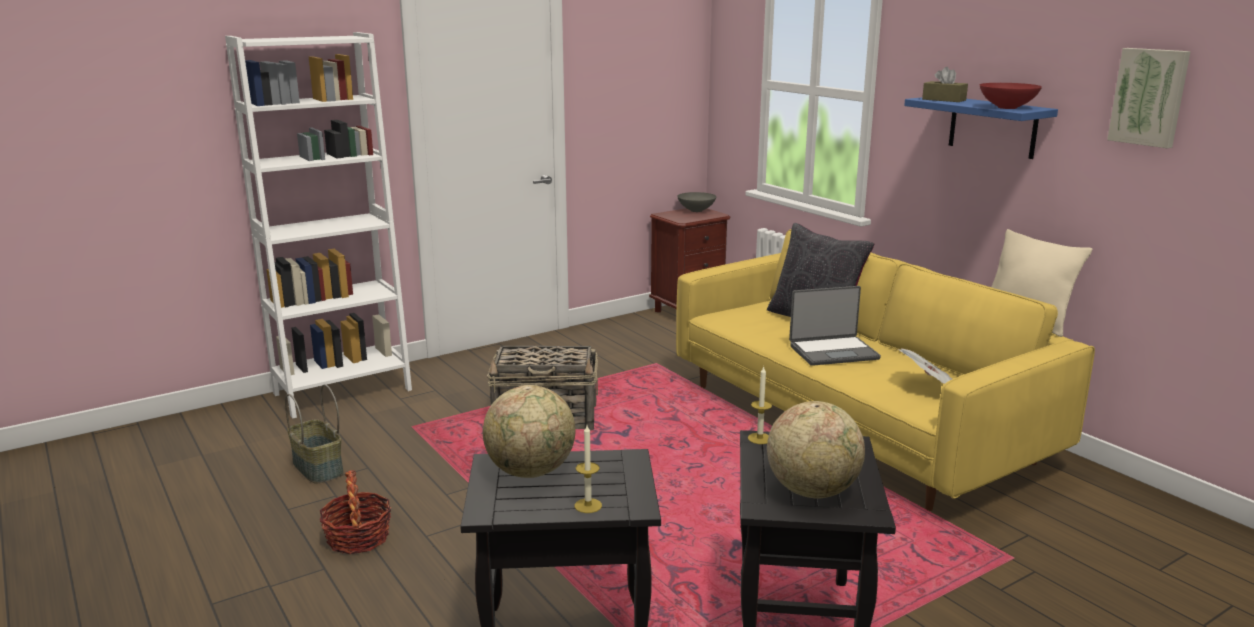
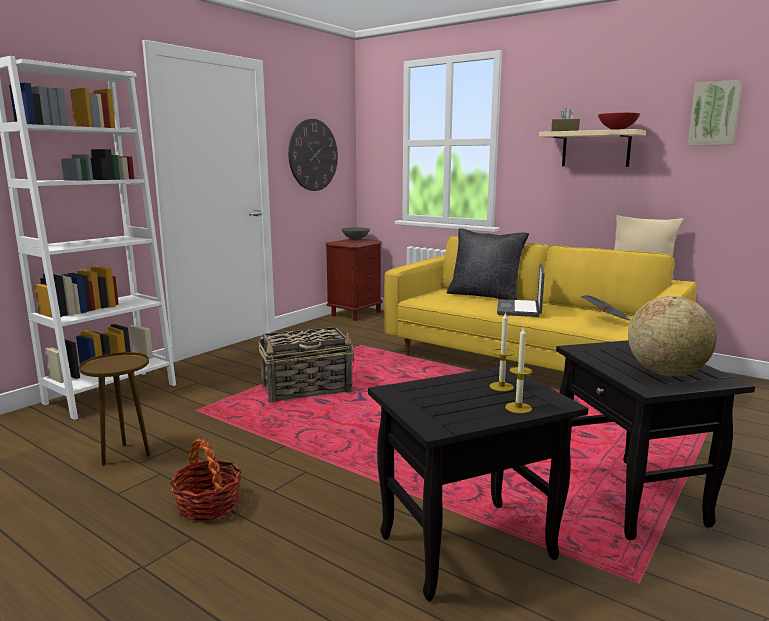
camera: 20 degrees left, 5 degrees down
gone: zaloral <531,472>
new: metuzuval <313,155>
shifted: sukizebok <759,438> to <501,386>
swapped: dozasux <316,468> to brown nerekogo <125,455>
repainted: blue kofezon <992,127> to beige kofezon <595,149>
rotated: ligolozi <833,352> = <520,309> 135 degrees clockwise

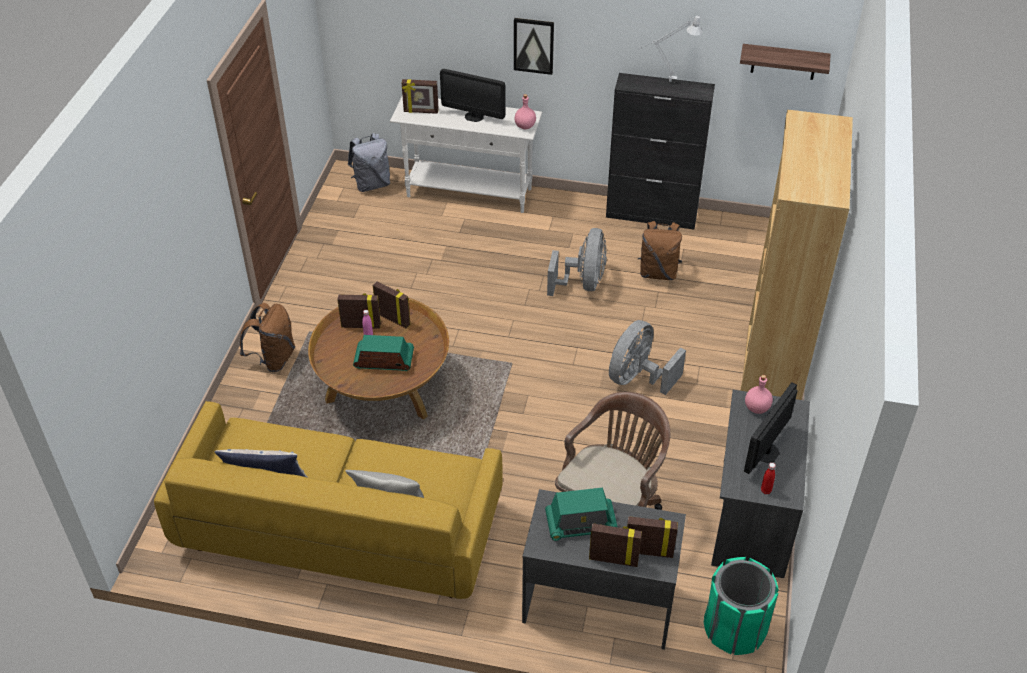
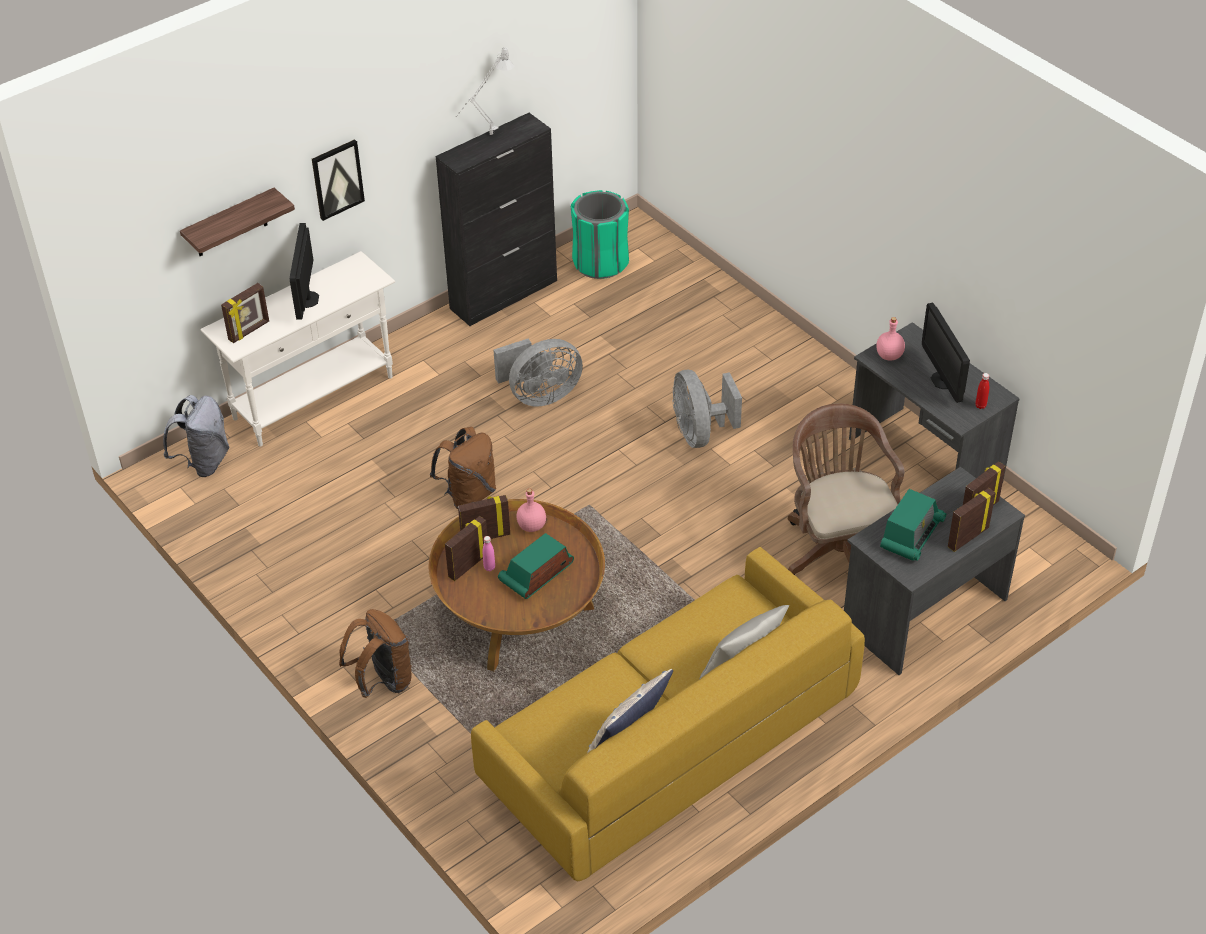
camera: 50 degrees left, 0 degrees up
gone: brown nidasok <769,377>
shifted: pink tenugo <525,126> to <531,526>; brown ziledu <658,272> to <468,494>; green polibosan <735,628> to <600,262>; kofezon <784,62> to <230,224>
rotated: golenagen <474,116> = <308,299> 120 degrees clockwise; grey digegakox <582,283> = <540,395> 105 degrees clockwise

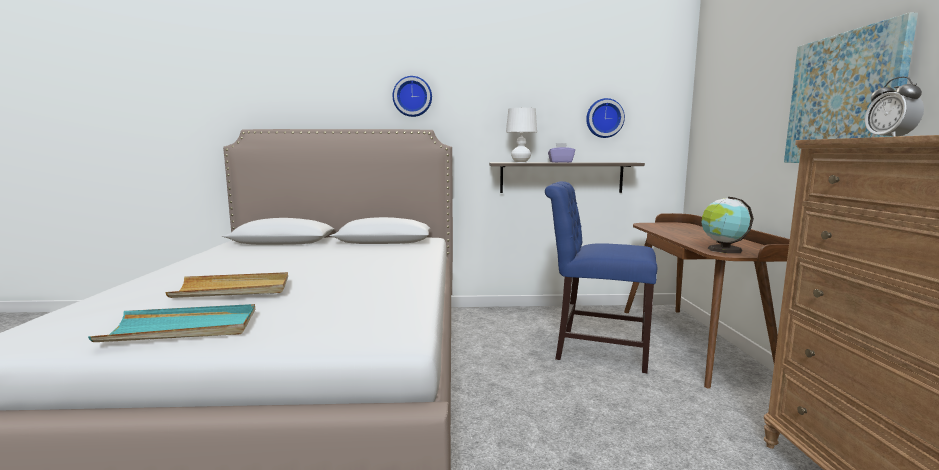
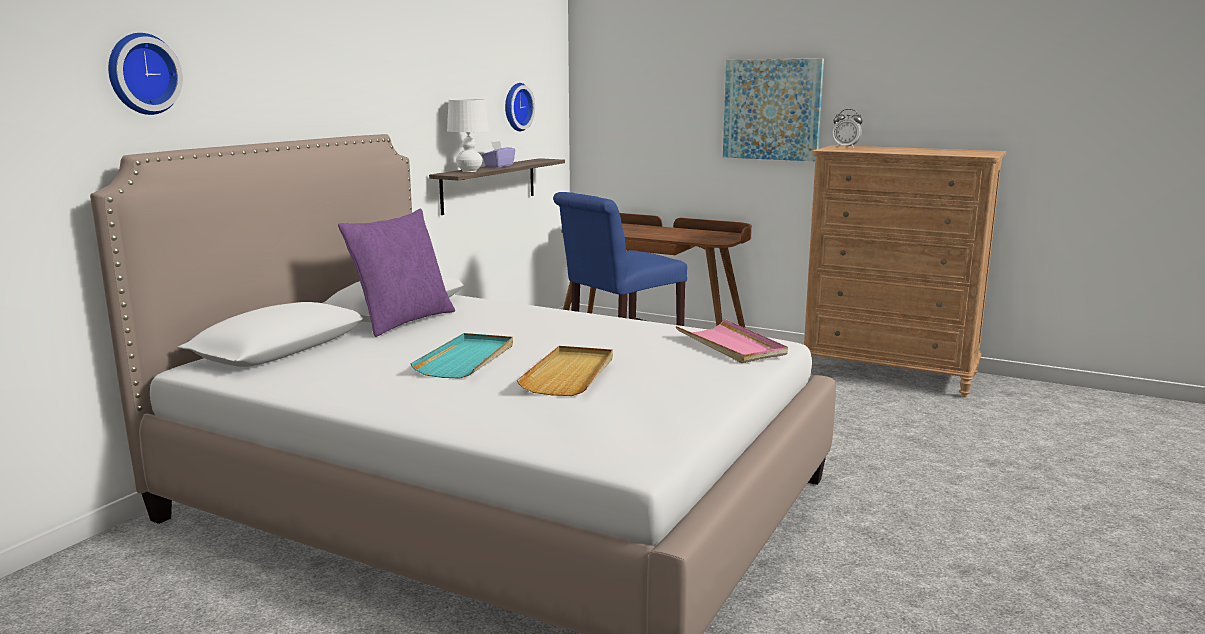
camera: 60 degrees left, 5 degrees up
gone: zaloral <722,250>
new: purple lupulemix <402,321>; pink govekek <731,345>
shifted: turquoise govekek <182,328> to <467,359>; metuzuval <412,96> to <141,74>

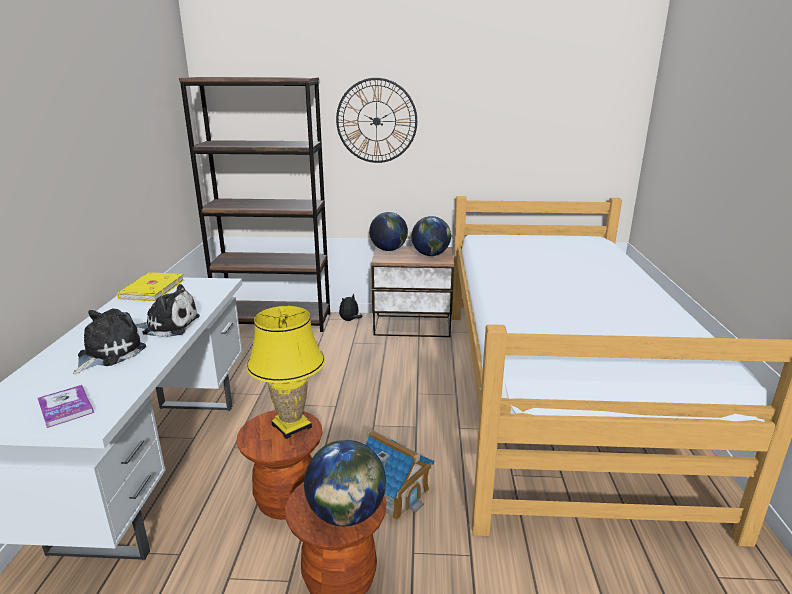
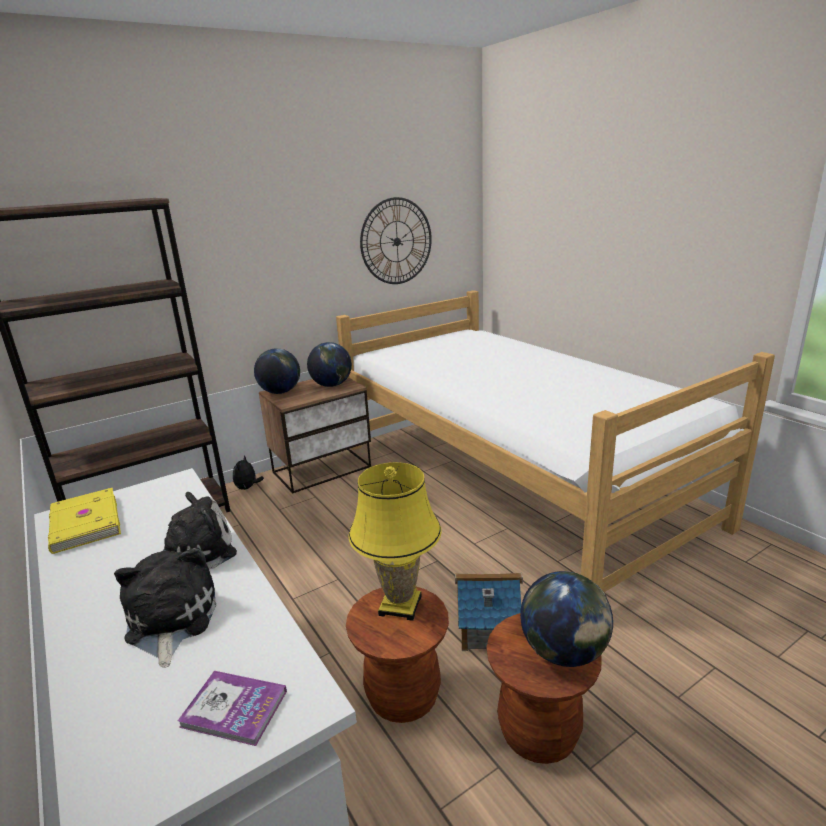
camera: 35 degrees left, 0 degrees up
shifted: metuzuval <376,121> to <396,241>

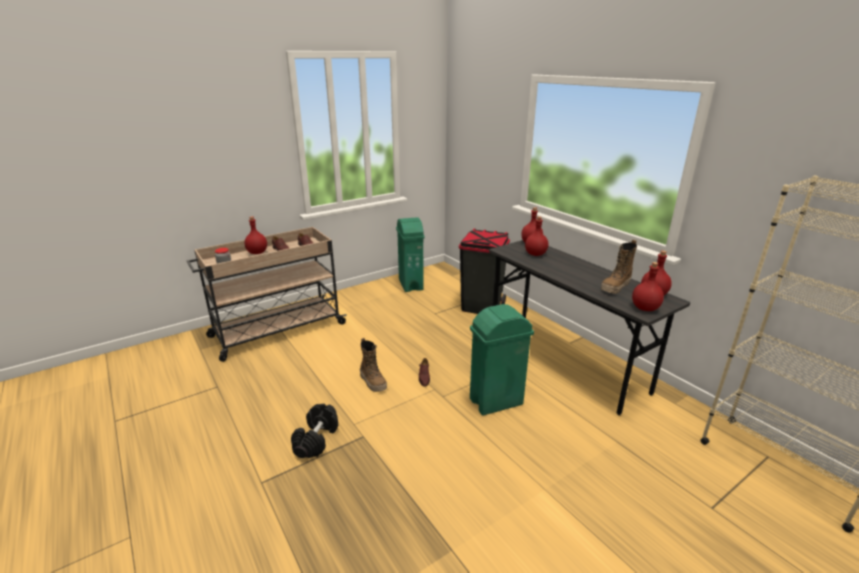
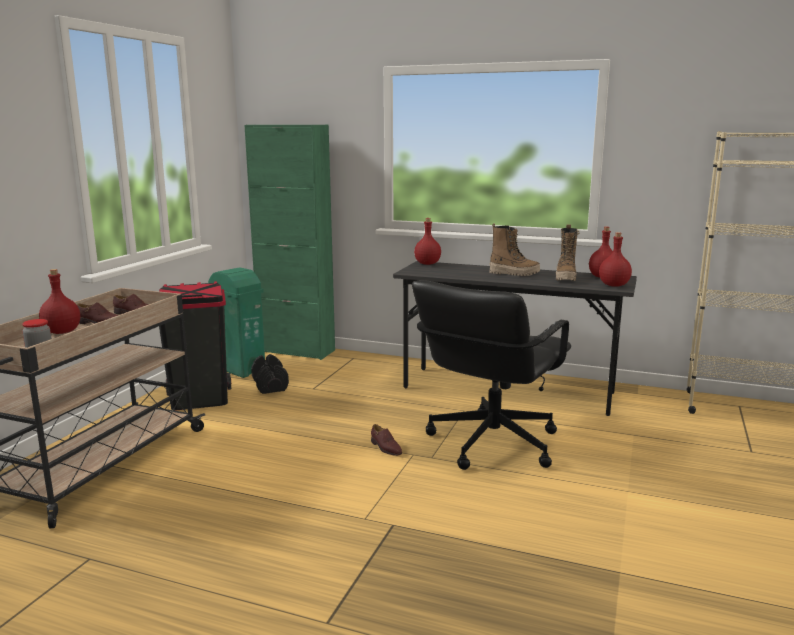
camera: 35 degrees left, 10 degrees down
gone: red tenugo <535,254>
new: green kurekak <296,351>
shifted: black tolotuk <316,440> to <270,385>; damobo <373,382> to <514,273>; black polibosan <481,306> to <199,399>
swapped: green polibosan <495,401> to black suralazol <491,443>

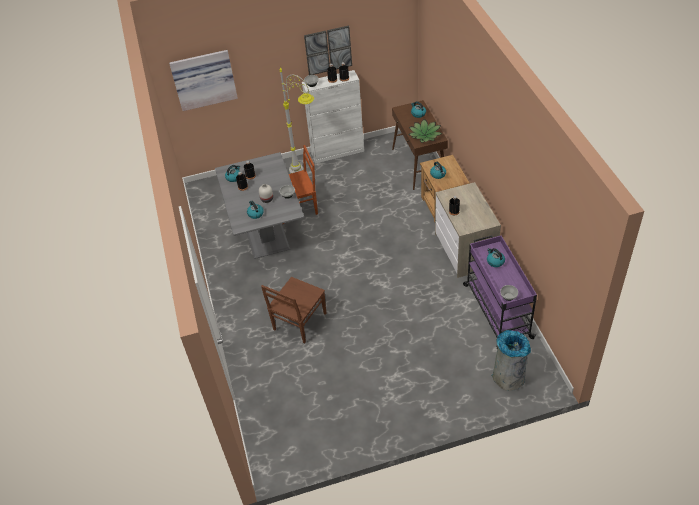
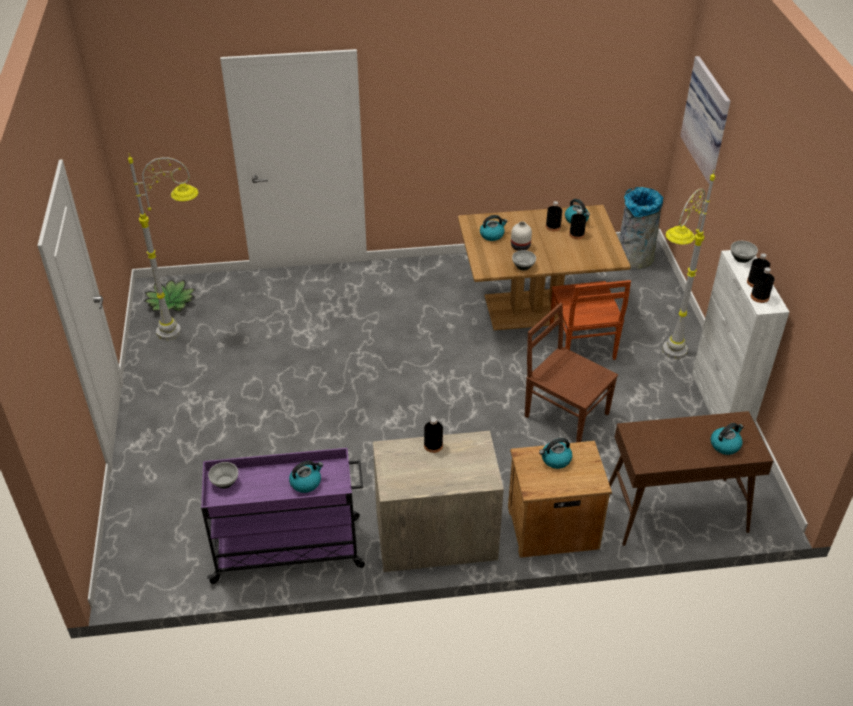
camera: 95 degrees right, 5 degrees down
gone: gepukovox <328,50>
new: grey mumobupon <190,329>
shifted: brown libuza <299,322> to <565,414>; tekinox <425,135> to <171,302>; grey polibosan <508,378> to <634,258>
repainted: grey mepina <266,232> to brown mepina <535,309>

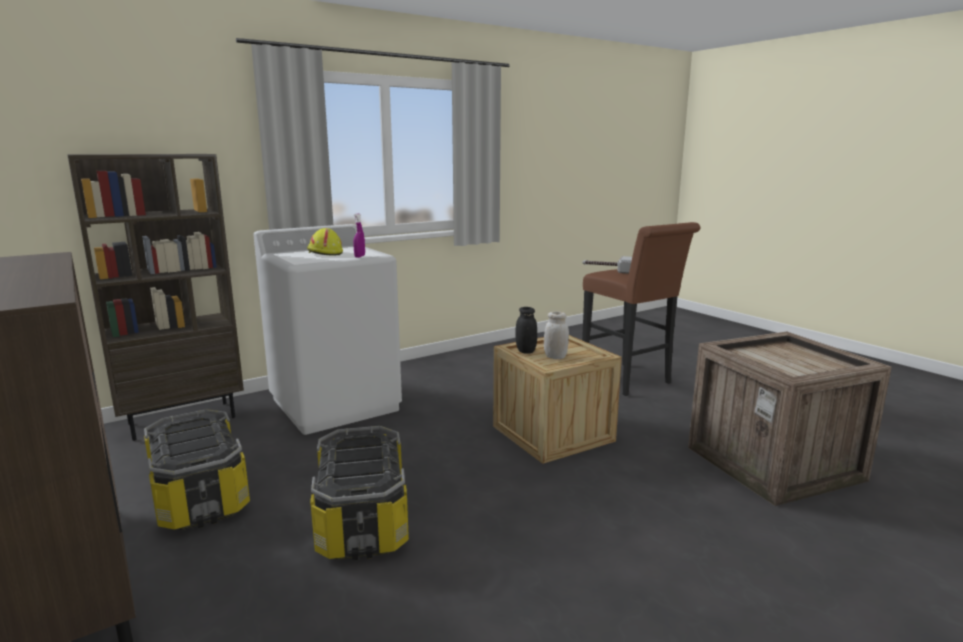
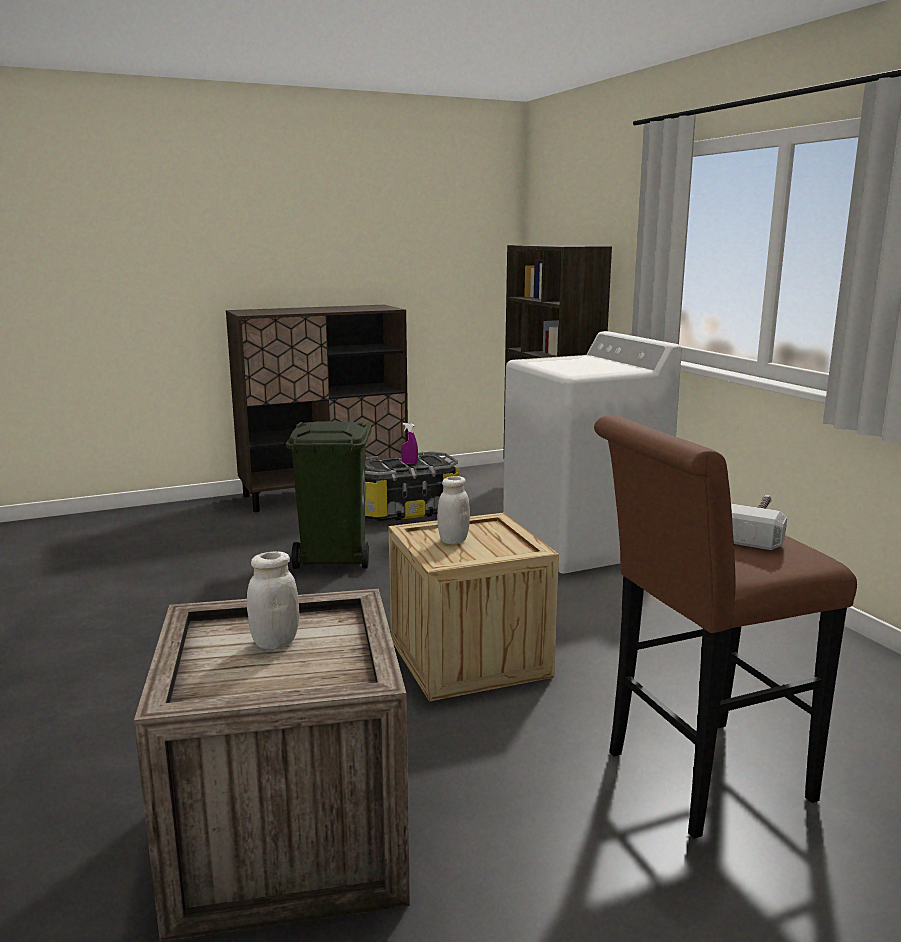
camera: 100 degrees right, 0 degrees up
gone: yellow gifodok <324,253>; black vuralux <525,351>
new: white vuralux <275,642>
shifted: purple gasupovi <359,256> to <409,463>
swapped: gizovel <361,521> to green polibosan <335,557>

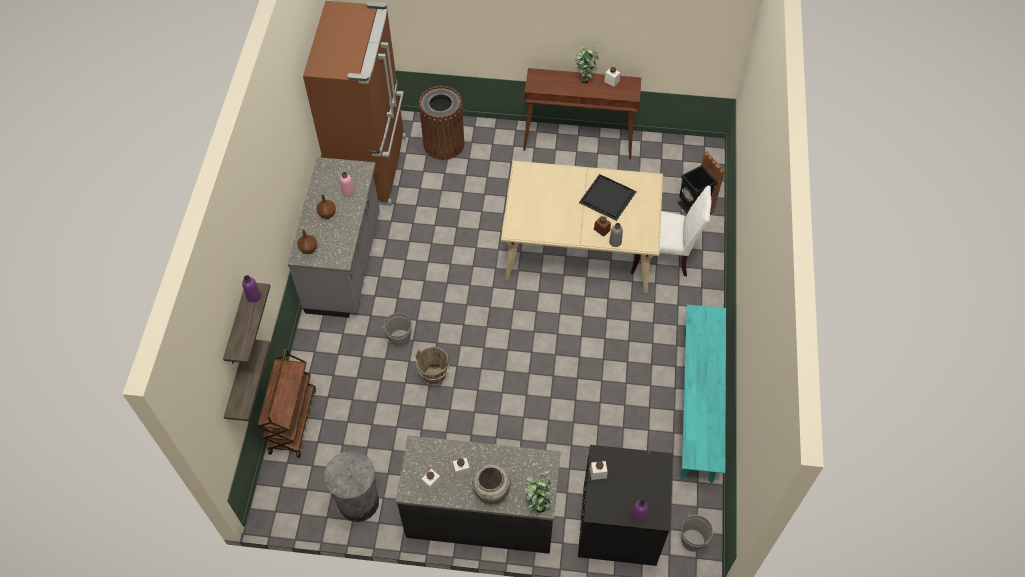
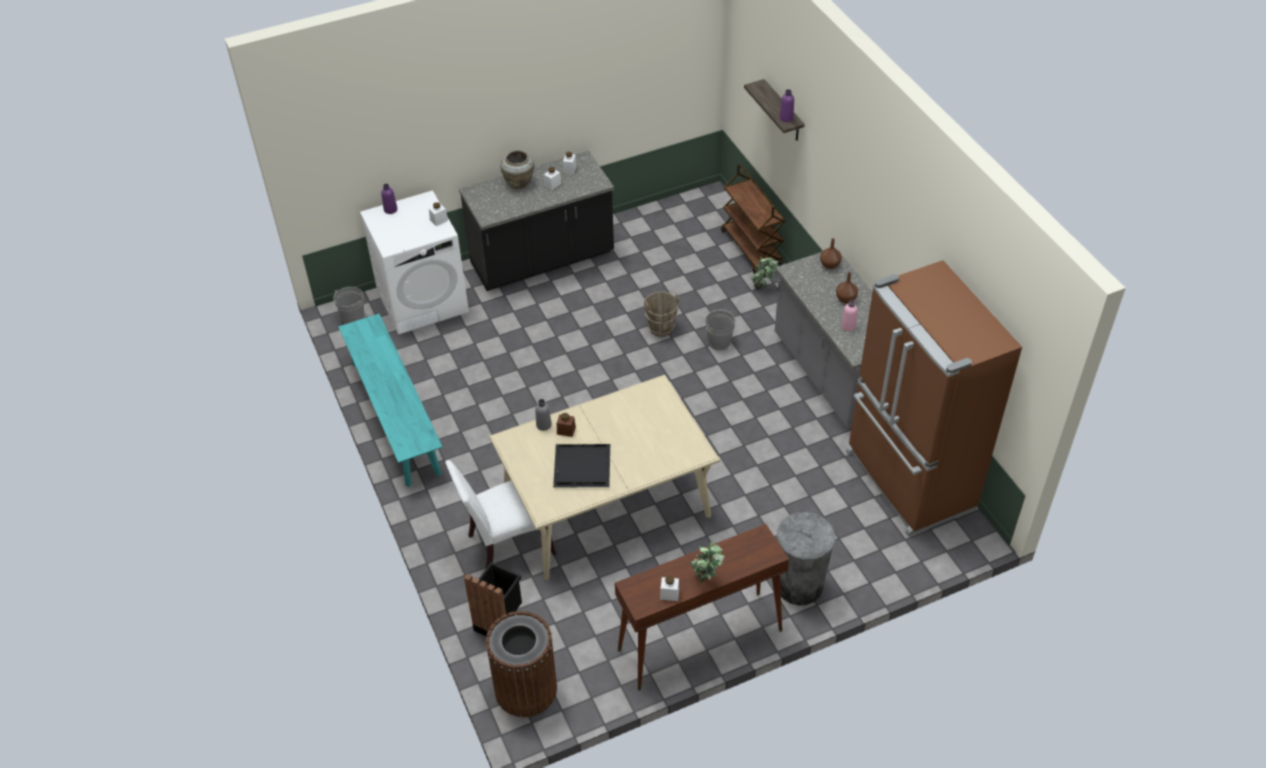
camera: 150 degrees right, 10 degrees down
gone: kofezon <238,383>
shifted: grey polibosan <358,502> to <799,585>; brown polibosan <444,144> to <526,689>; tekinox <537,503> to <763,289>
repainted: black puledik <618,526> to white puledik <423,301>

